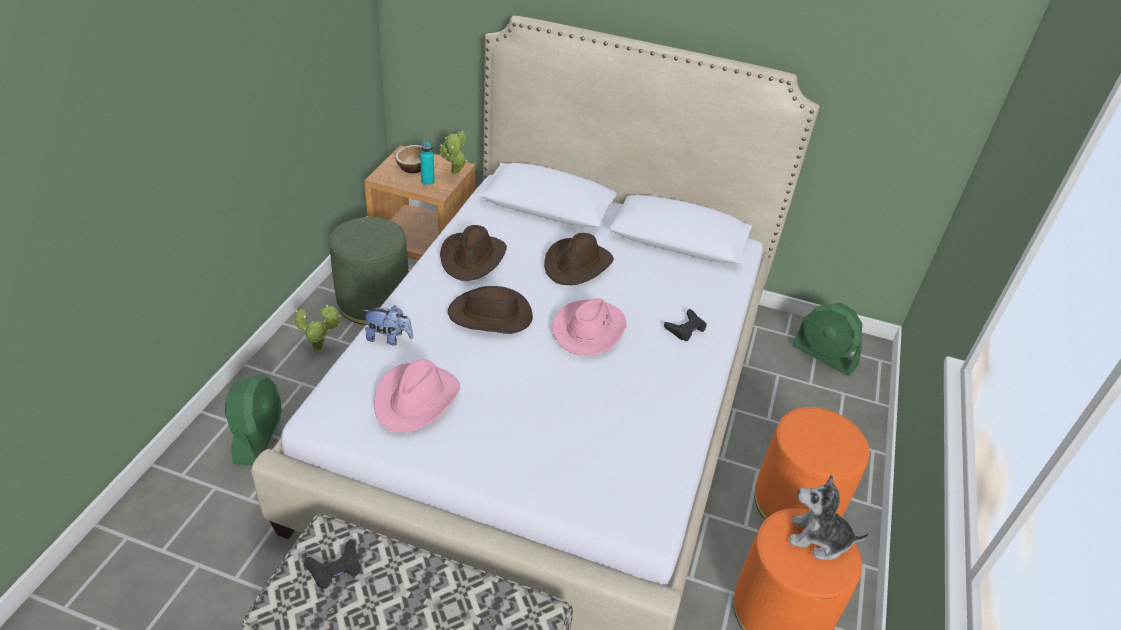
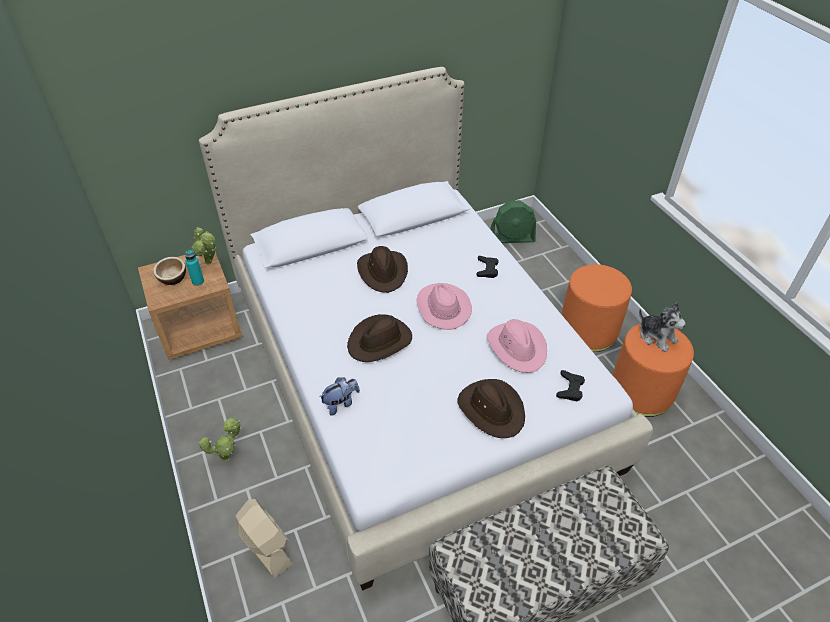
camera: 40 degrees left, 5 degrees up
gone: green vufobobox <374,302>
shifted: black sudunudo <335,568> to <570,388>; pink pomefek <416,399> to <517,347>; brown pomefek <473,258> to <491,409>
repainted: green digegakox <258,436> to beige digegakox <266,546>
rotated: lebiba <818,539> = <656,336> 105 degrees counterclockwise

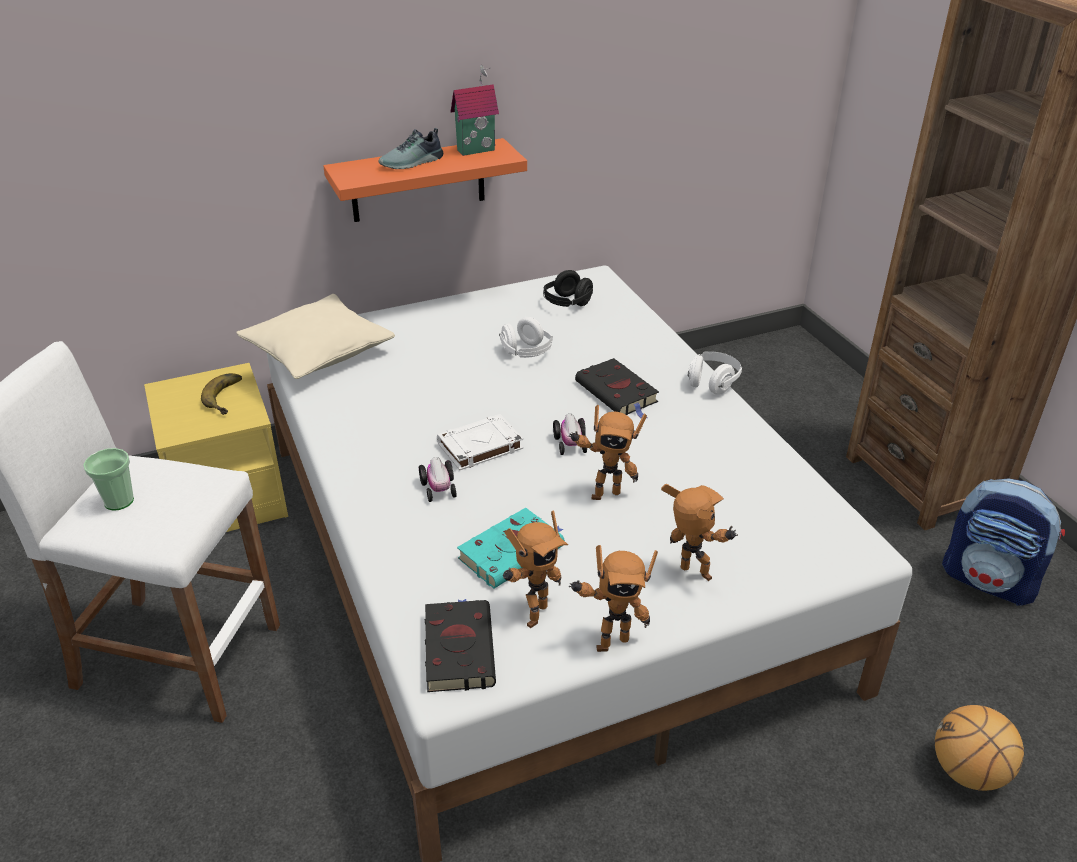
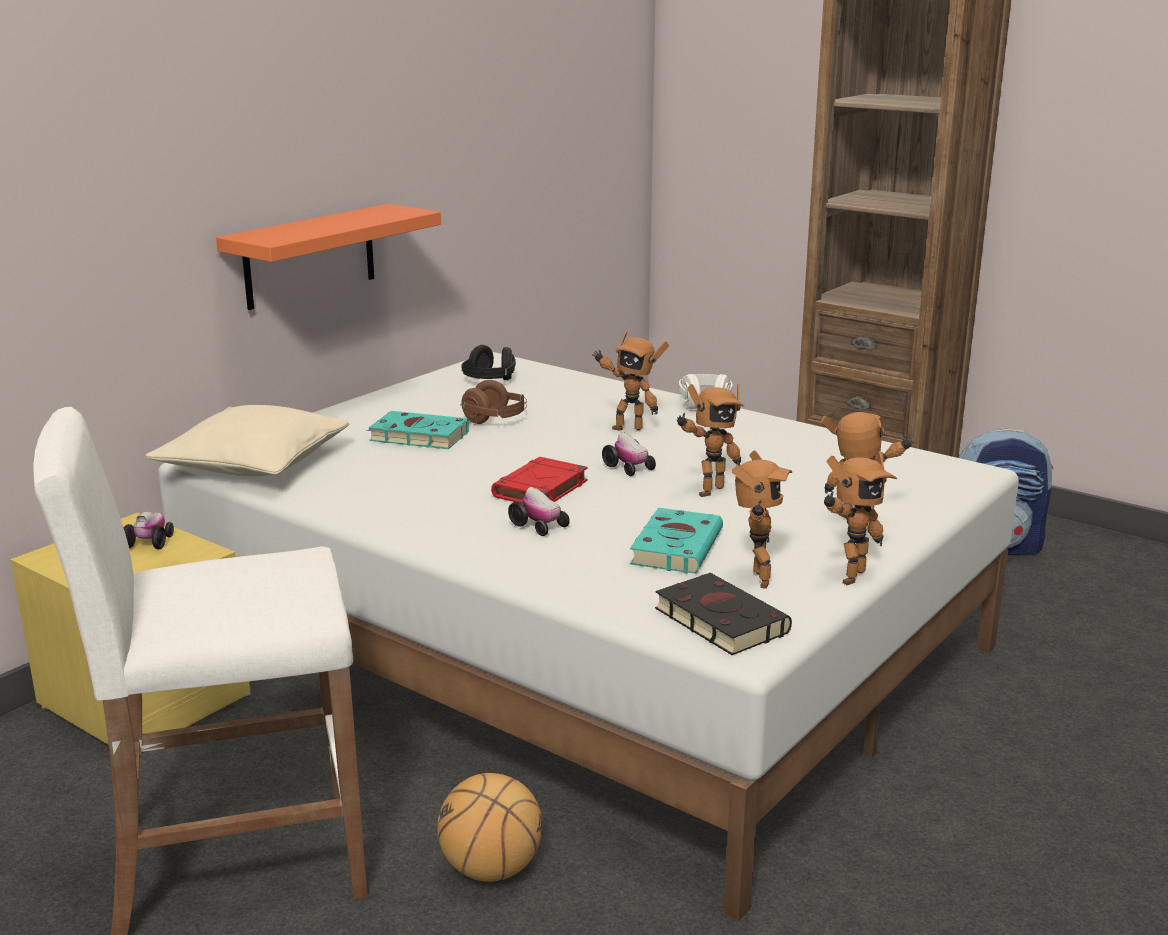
camera: 30 degrees left, 15 degrees down
gone: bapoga <119,501>; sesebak <413,163>; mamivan <475,149>
new: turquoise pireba <416,436>
shifted: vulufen <968,772> to <491,869>
swapped: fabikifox <229,397> to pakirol <150,543>; black pireba <618,393> to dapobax <627,427>
repainted: white pireba <479,447> to red pireba <540,489>; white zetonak <526,353> to brown zetonak <495,420>

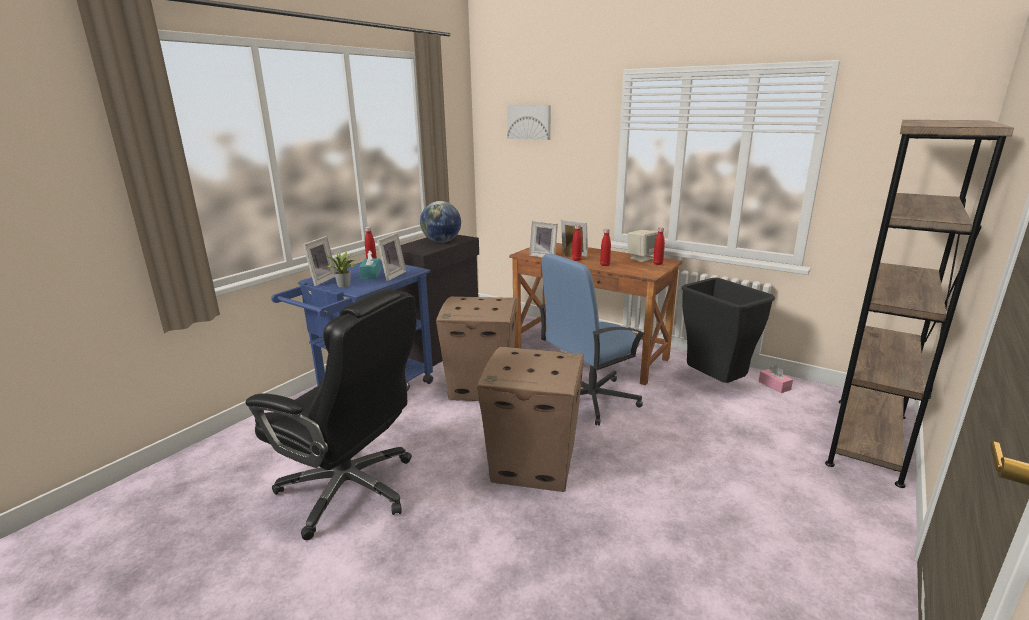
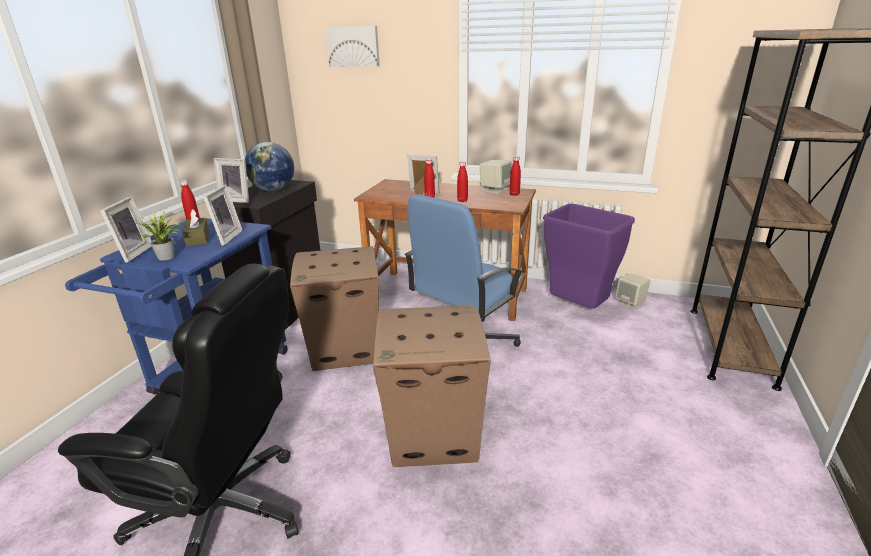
camera: 15 degrees left, 5 degrees up
shifted: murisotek <544,256> to <237,200>
swapped: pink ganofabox <774,385> to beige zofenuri <630,303>
repainted: turquoise ganofabox <371,274> to brown ganofabox <198,239>; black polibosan <715,384> to purple polibosan <578,309>

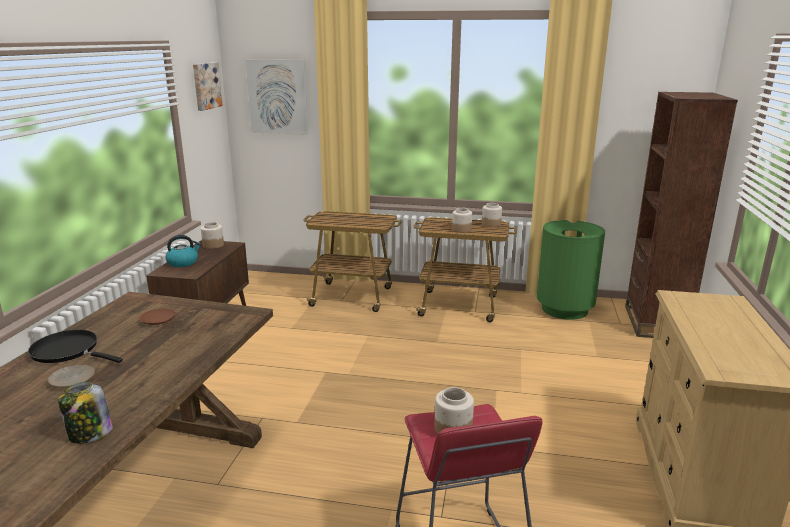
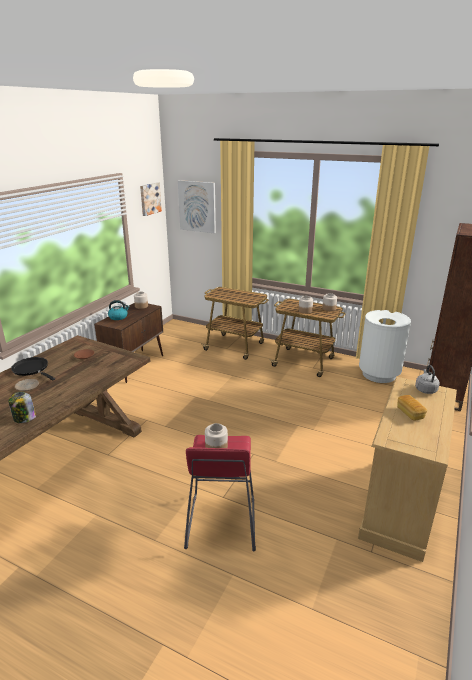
camera: 15 degrees right, 5 degrees up
new: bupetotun <410,413>; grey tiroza <425,389>
repainted: green polibosan <565,309> to white polibosan <379,374>

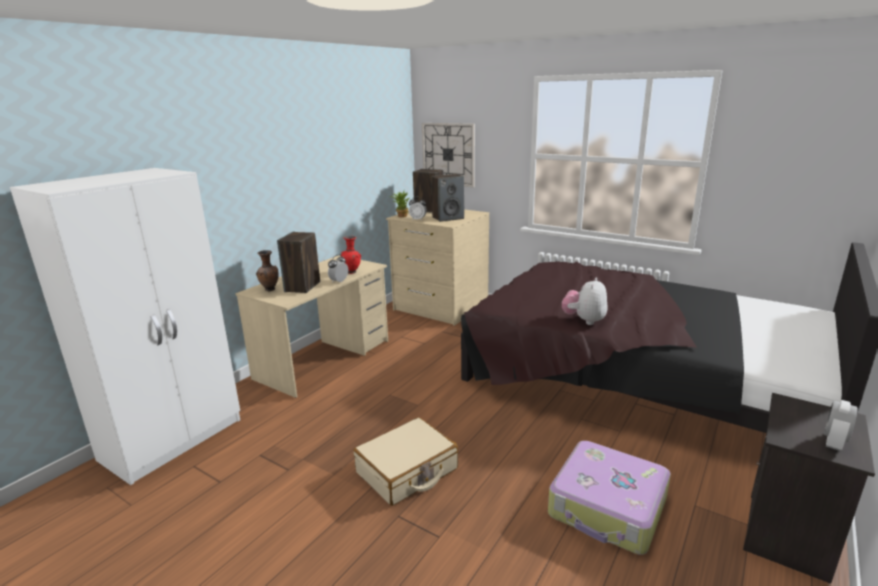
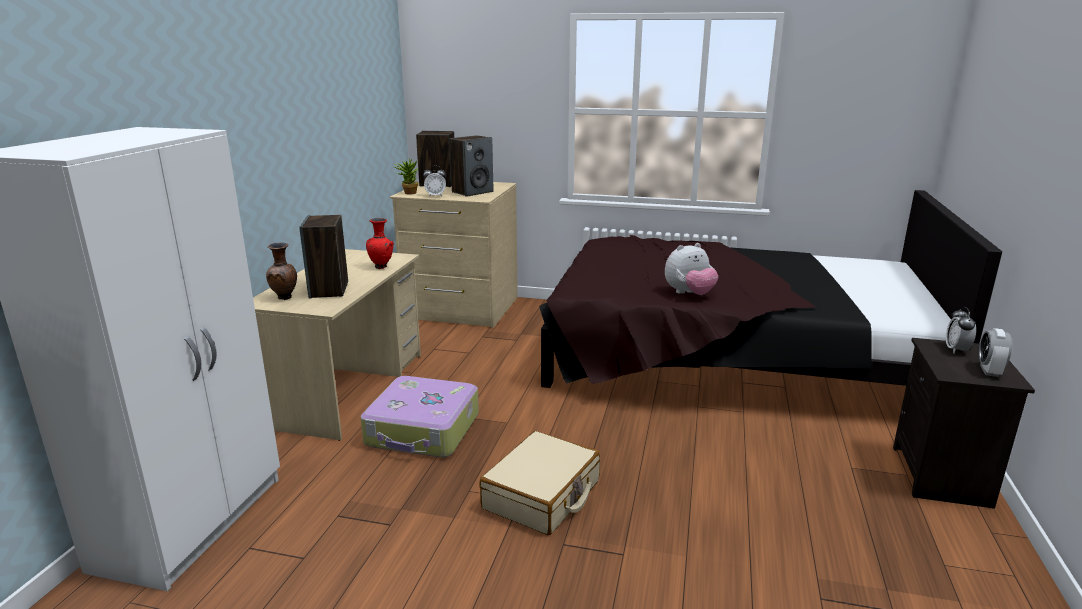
camera: 20 degrees left, 0 degrees up
gone: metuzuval <448,154>
shifted: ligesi <339,281> to <956,350>; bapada <608,508> to <423,430>
rotated: lebiba <584,320> = <689,294> 120 degrees counterclockwise

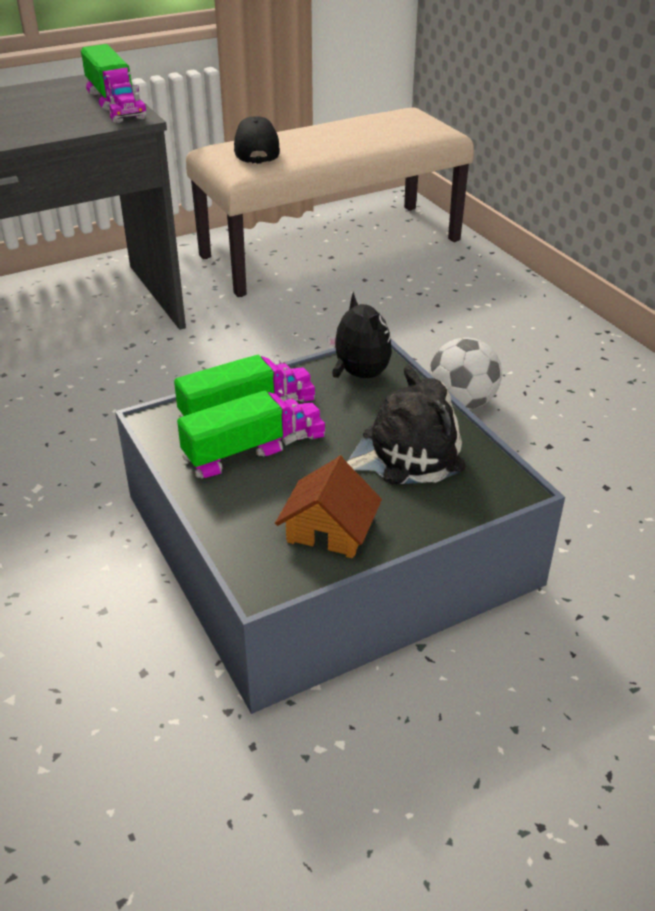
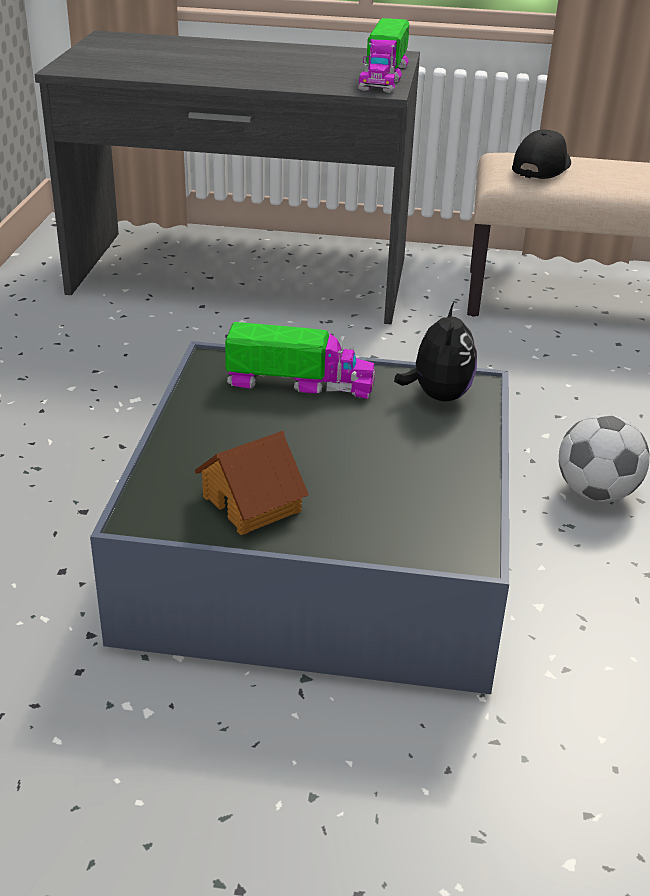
camera: 35 degrees right, 5 degrees down
gone: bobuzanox <254,448>; lebiba <404,452>

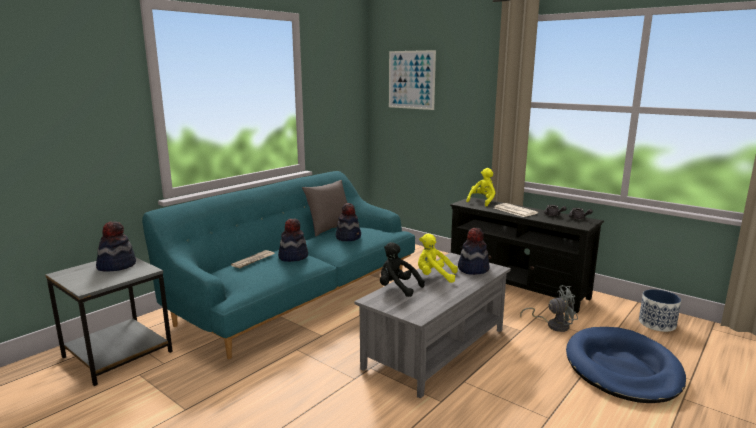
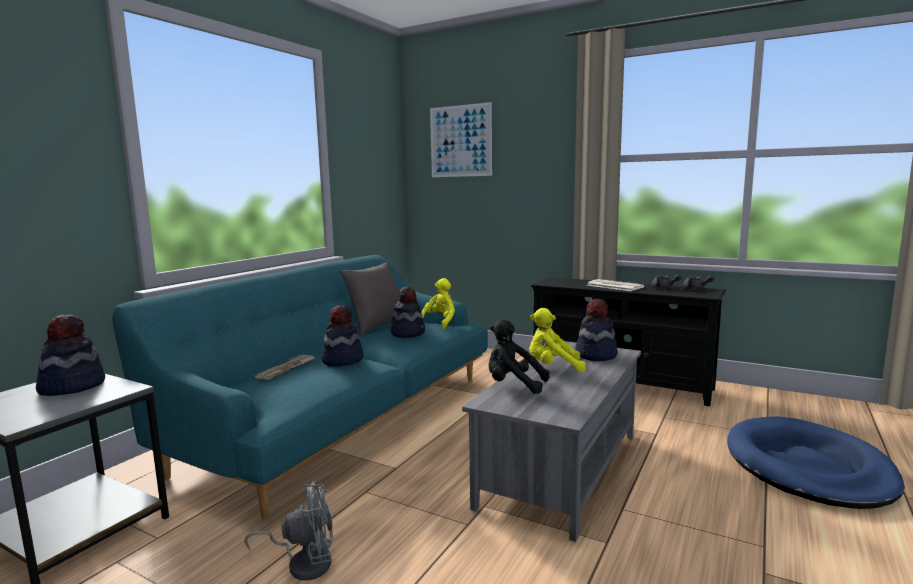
camera: 10 degrees left, 5 degrees down
gone: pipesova <656,324>
shifted: yellow lebiba <482,201> to <440,322>; grey digegakox <553,325> to <304,563>

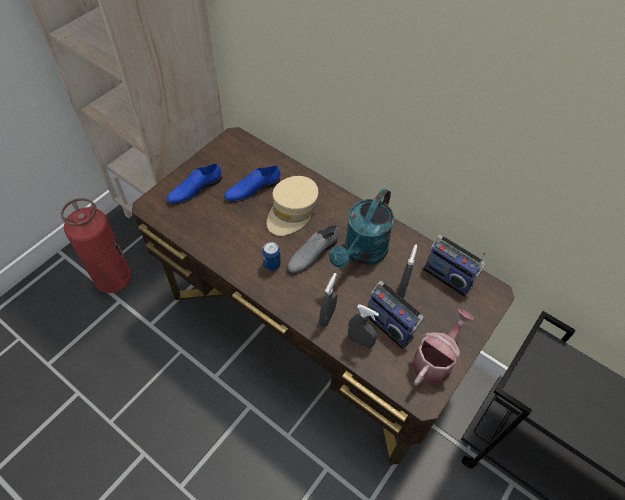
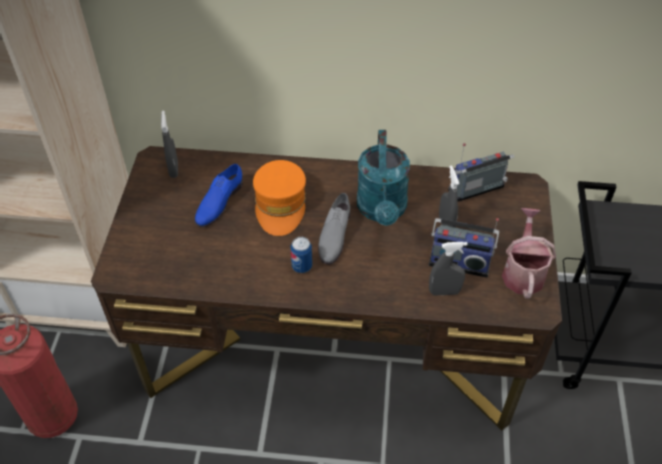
camera: 30 degrees left, 5 degrees down
gone: blue sesebak <194,189>
shifted: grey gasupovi <327,316> to <173,169>
repainted: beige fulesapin <292,211> to orange fulesapin <280,205>
rotated: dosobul <448,275> = <477,191> 150 degrees clockwise

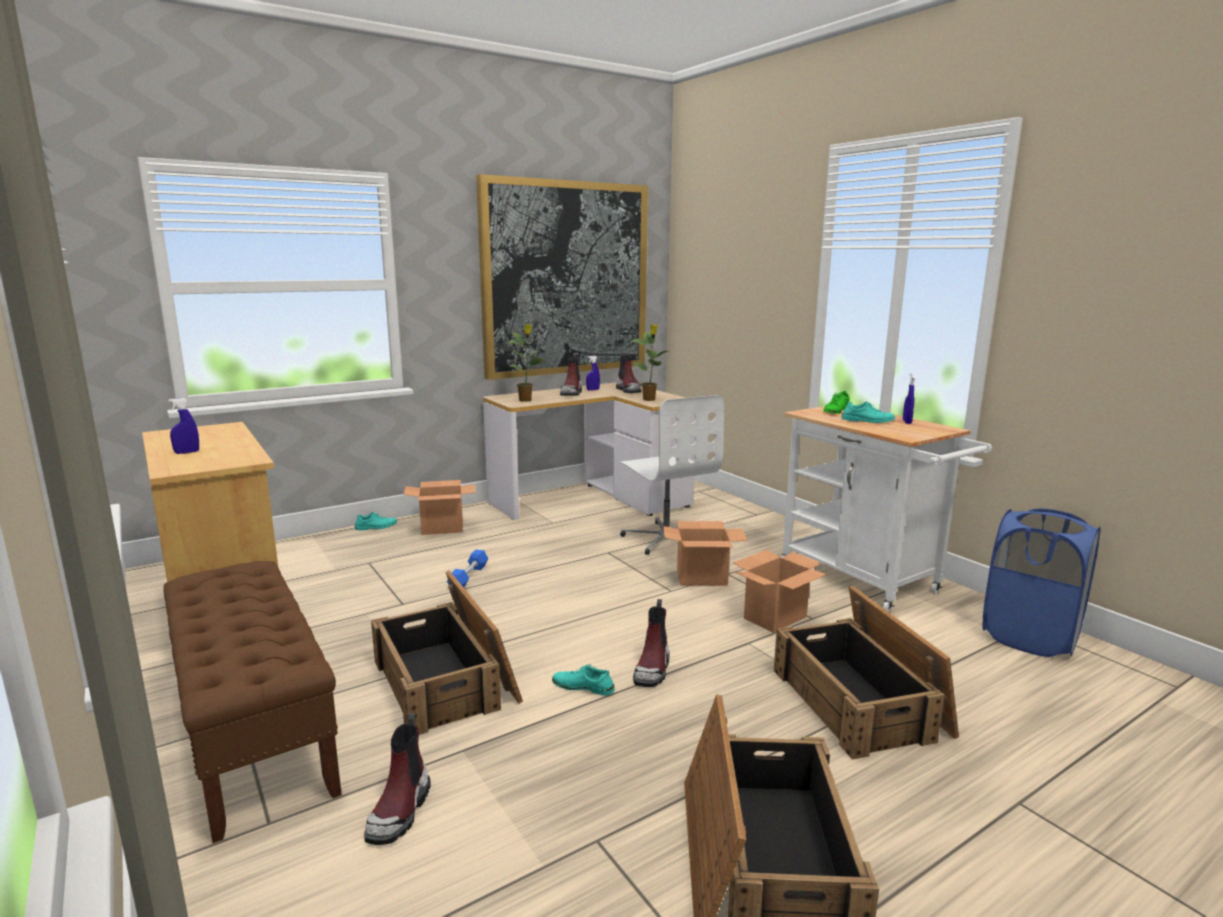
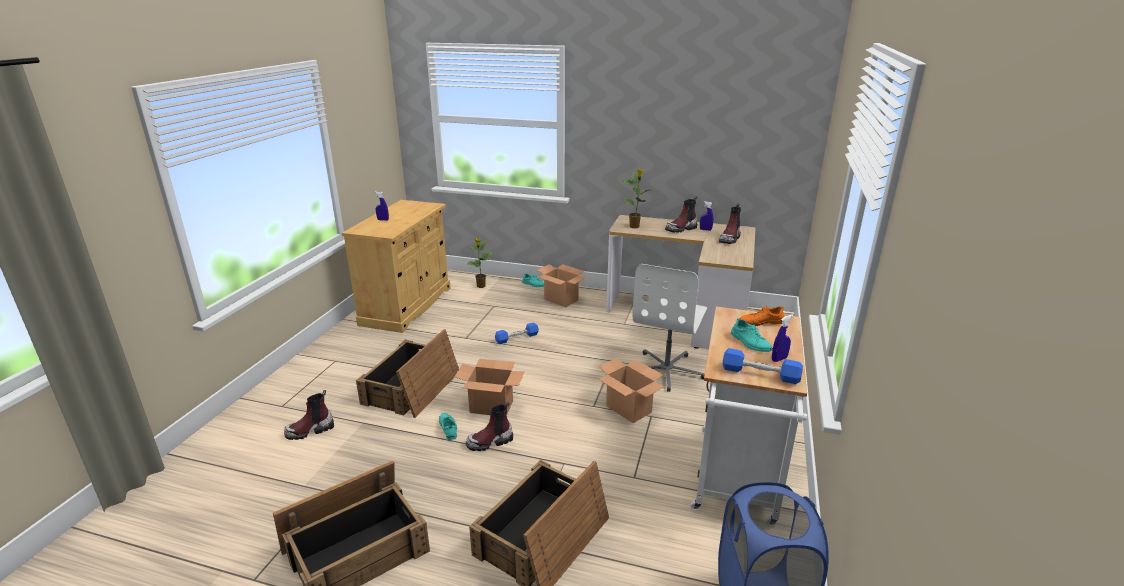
camera: 50 degrees right, 10 degrees up
gone: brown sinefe <254,731>; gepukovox <566,279>
new: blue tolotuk <760,374>
shifted: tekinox <649,399> to <481,286>; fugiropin <775,617> to <492,407>
repainted: green sesebak <835,411> to orange sesebak <761,322>

